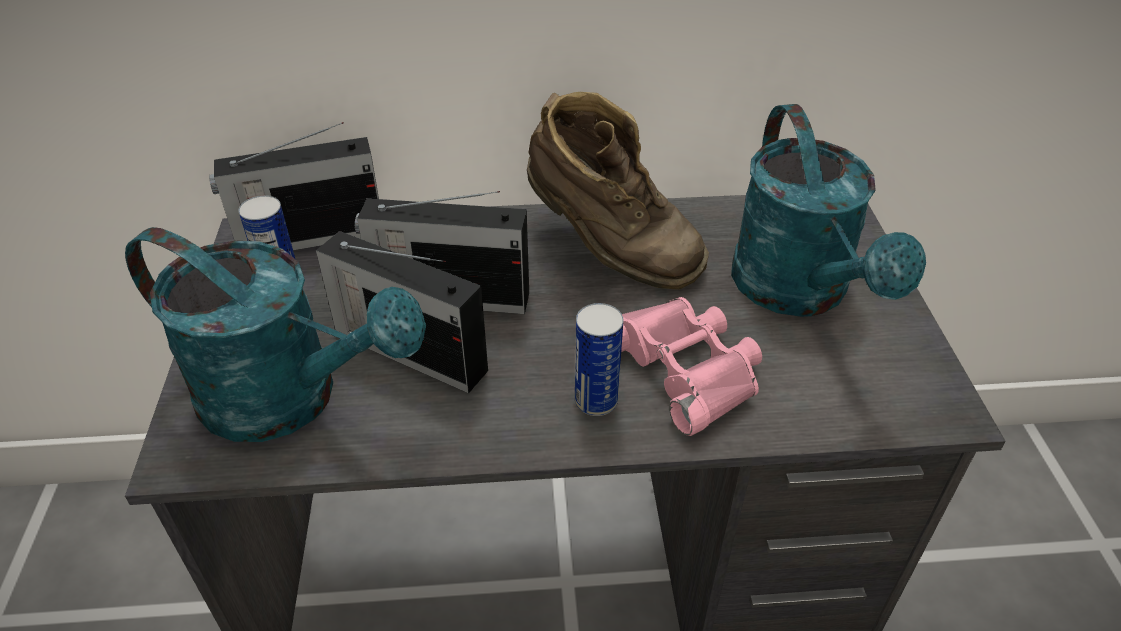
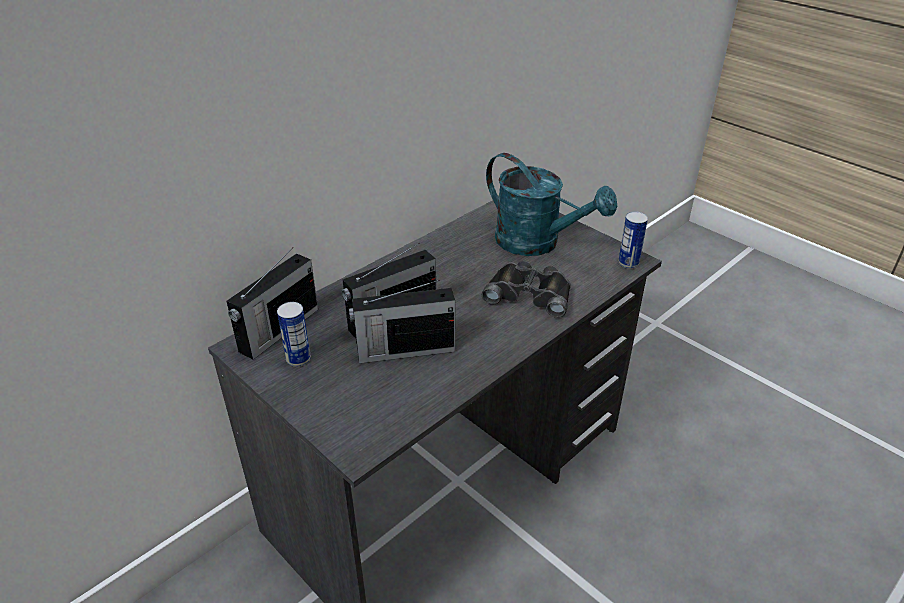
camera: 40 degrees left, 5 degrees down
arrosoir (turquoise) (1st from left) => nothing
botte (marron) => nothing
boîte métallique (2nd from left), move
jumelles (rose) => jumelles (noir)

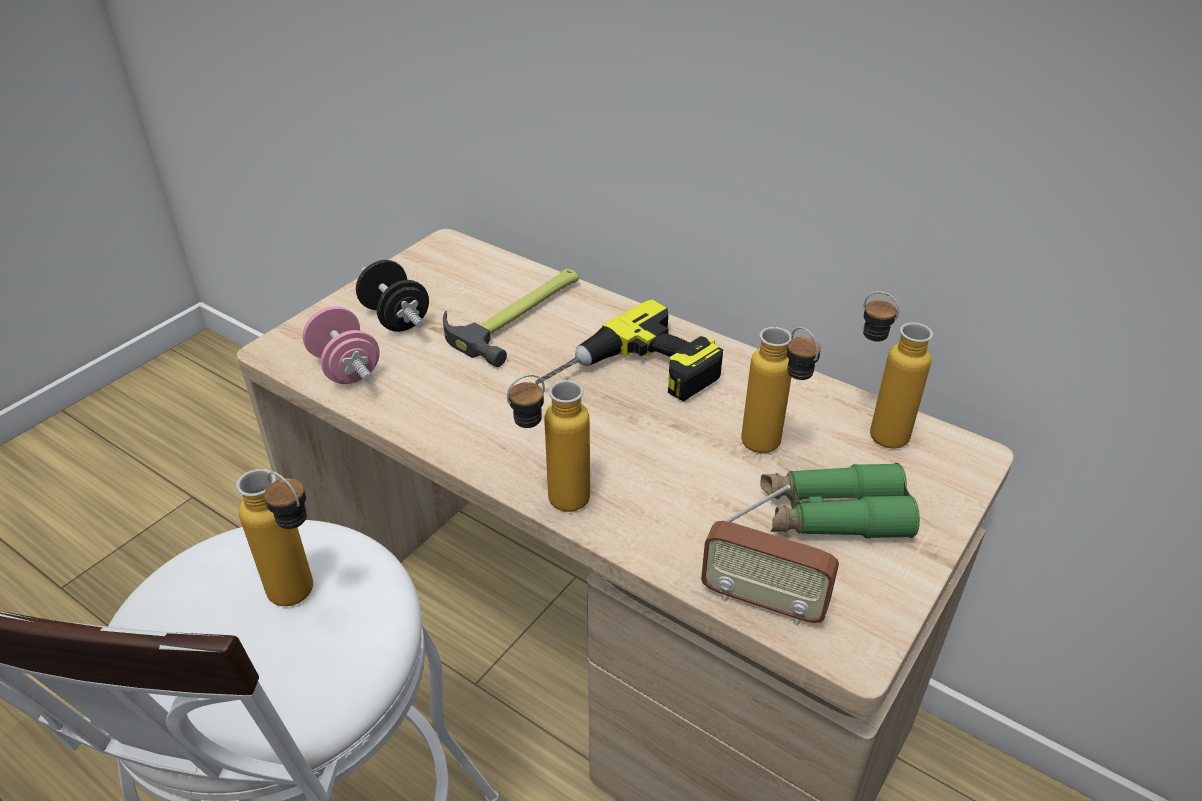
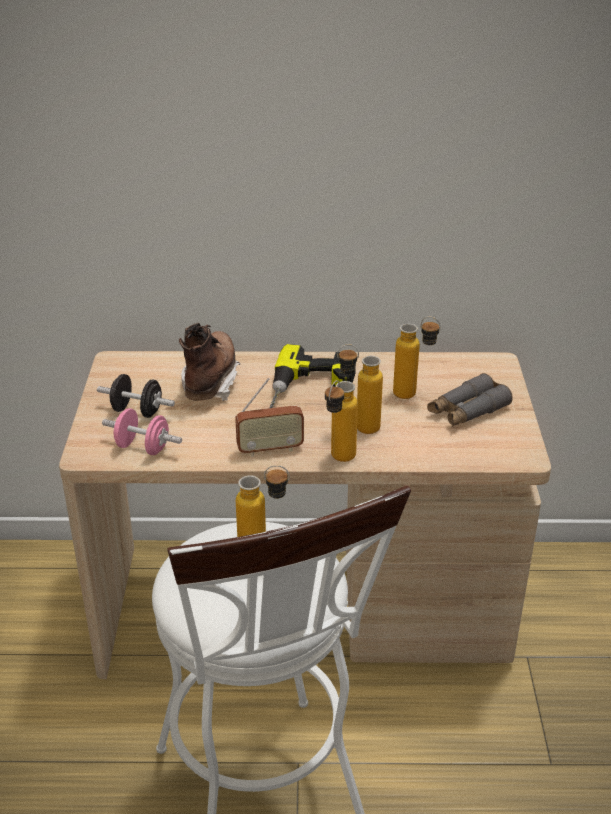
camera: 35 degrees left, 5 degrees down
marteau => botte (marron)
radio, move
jumelles (vert) => jumelles (gris)
bouteille (4th from left in the first image) => bouteille (3rd from left), move

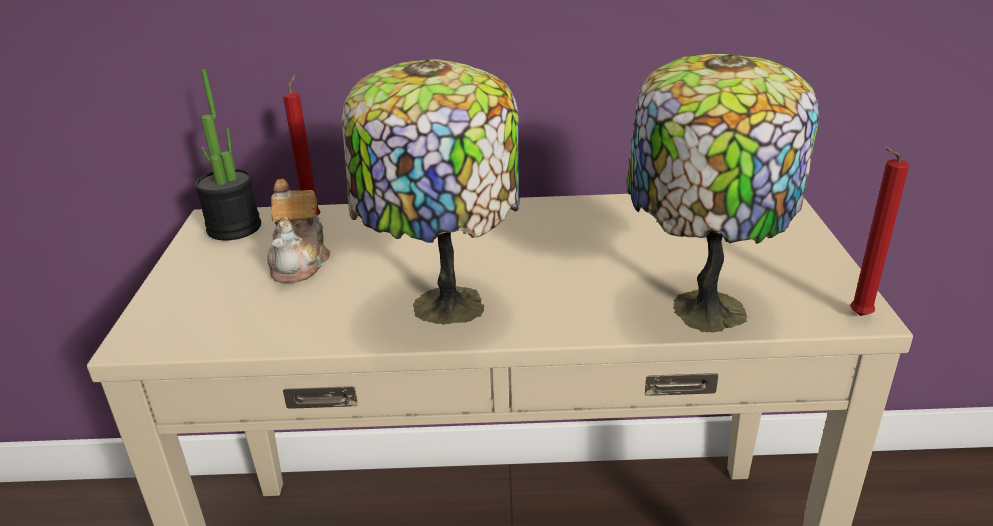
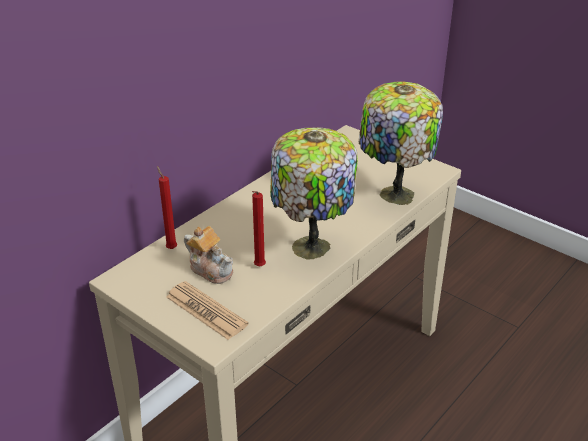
camera: 50 degrees left, 5 degrees up
plante en pot => nothing
bougie (rouge) (2nd from left), move
nothing => journal

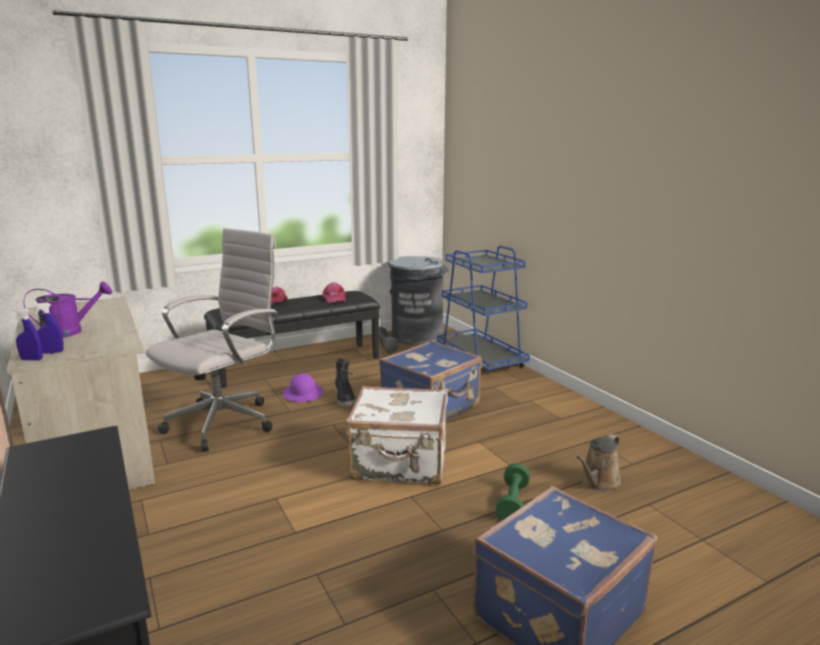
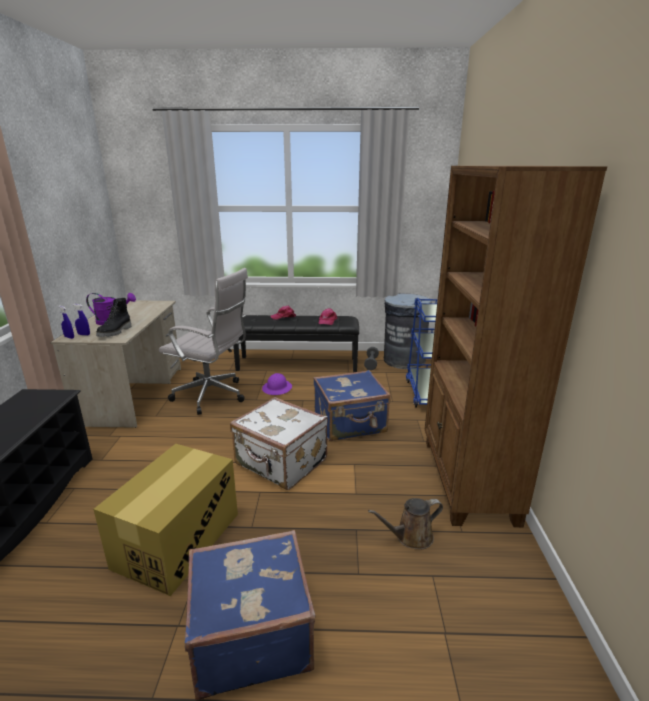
camera: 30 degrees right, 5 degrees up
chaise de bureau (blanc), 45 degrees clockwise
botte (noir), move
haltère (vert) => nothing
nothing => carton
nothing => bibliothèque (marron)

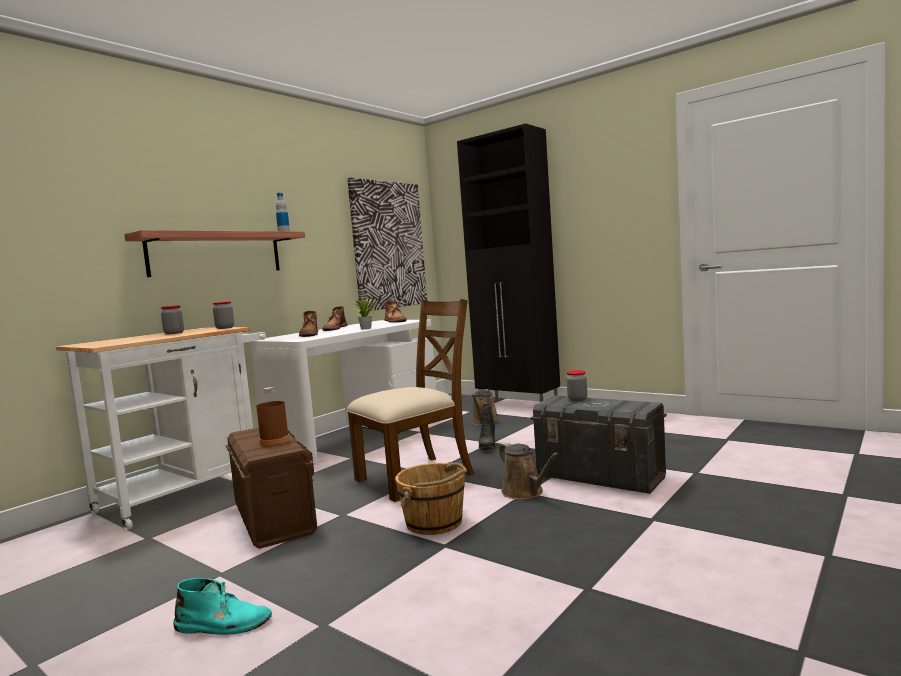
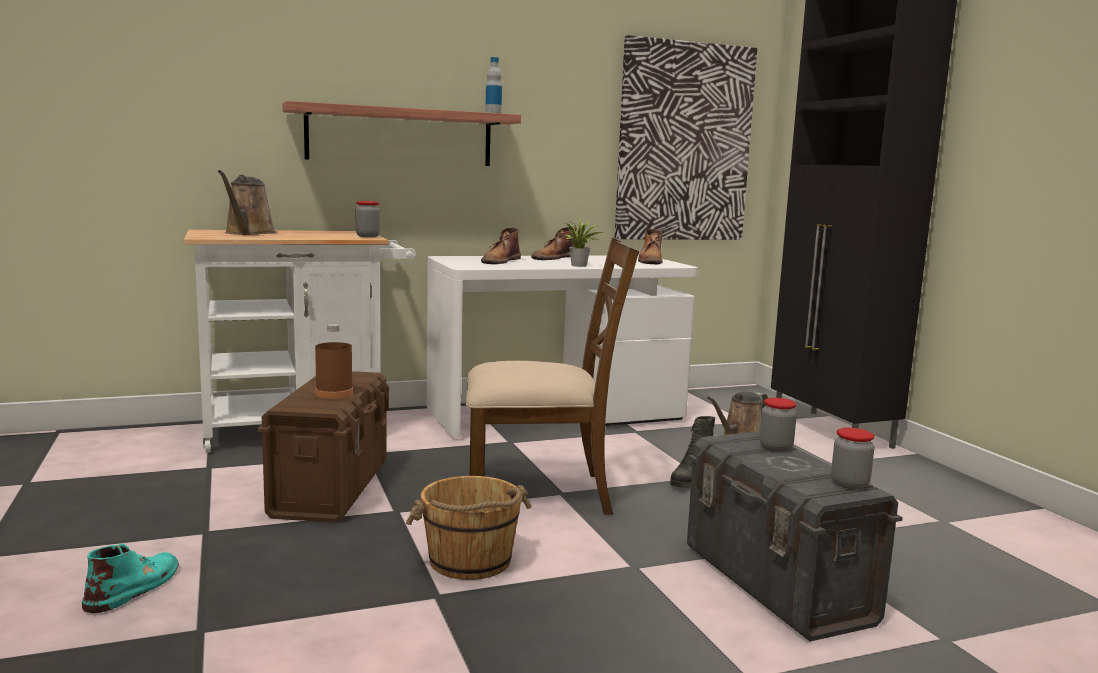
camera: 30 degrees right, 5 degrees up
bocal (1st from left in the first image) => bocal (3rd from left), move
botte (turquoise), 105 degrees counterclockwise
arrosoir (marron) (2nd from left in the first image) => arrosoir (marron) (1st from left), move

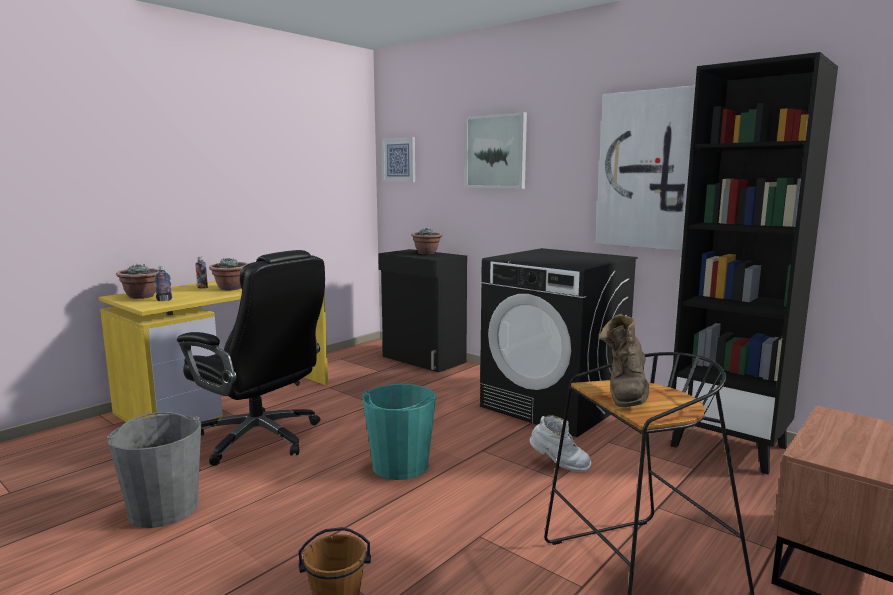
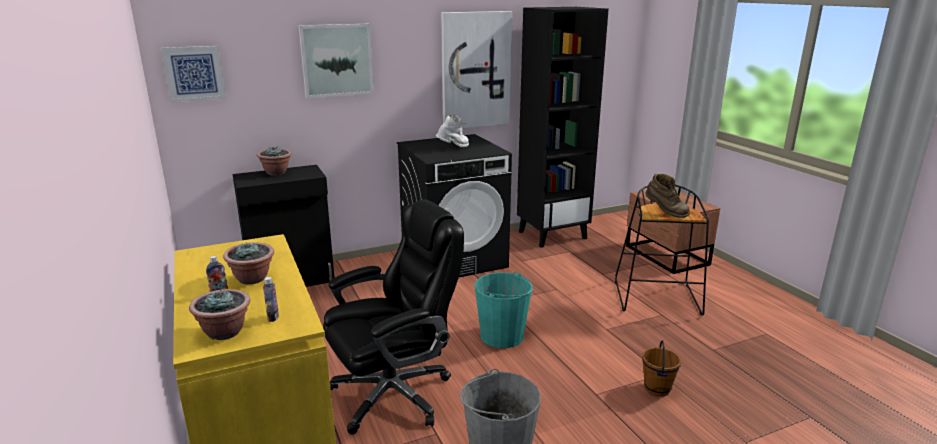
camera: 65 degrees left, 10 degrees up
botte (blanc), move

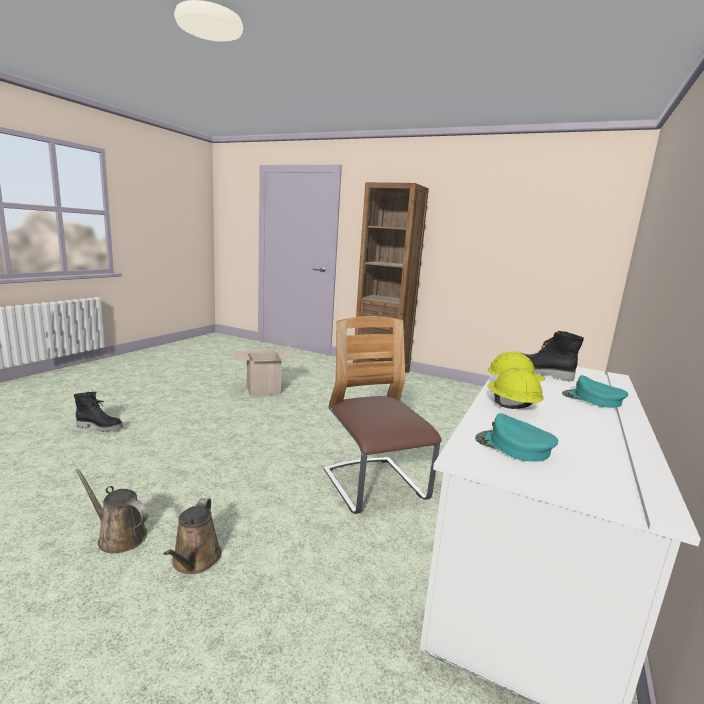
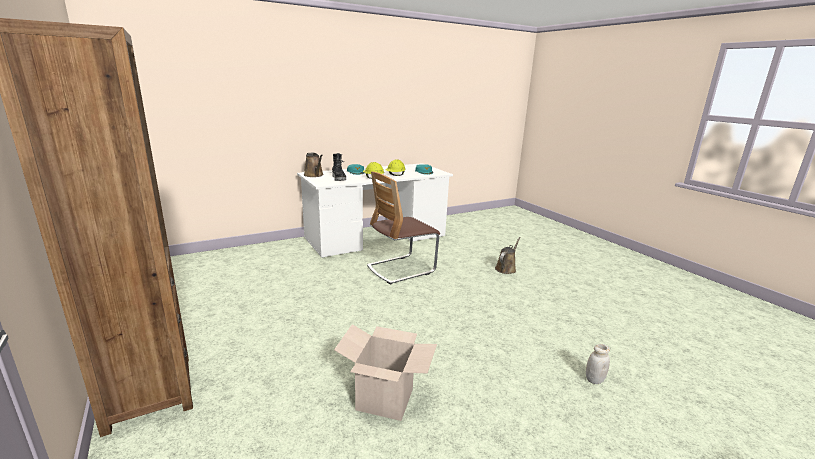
camera: 145 degrees left, 5 degrees up
botte (noir) (1st from left) => bocal (blanc)
arrosoir (marron) (1st from left), move
chaise, 45 degrees clockwise

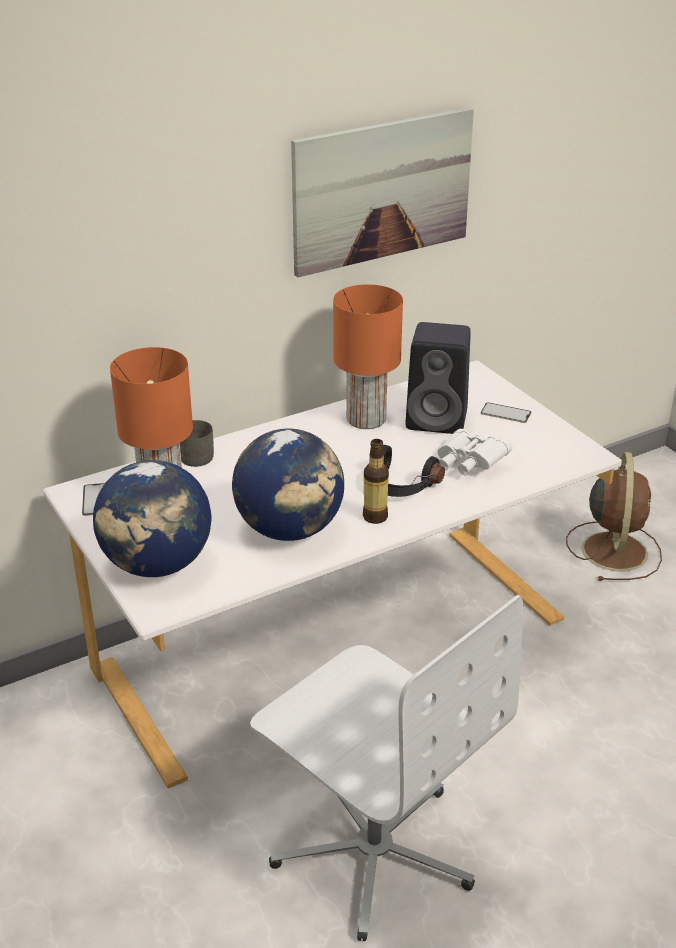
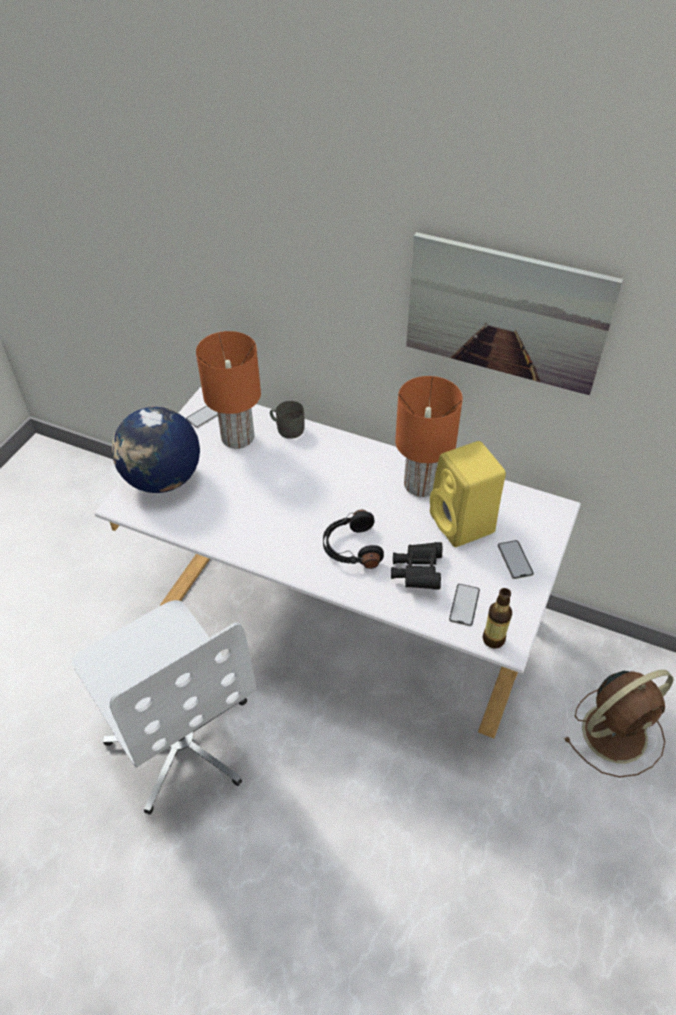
camera: 55 degrees right, 15 degrees up
globe (2nd from left) => nothing
chaise de bureau (blanc), 45 degrees counterclockwise
bouteille, move
enceinte (noir) => enceinte (jaune)
jumelles (blanc) => jumelles (noir)
nothing => téléphone (2nd from left)

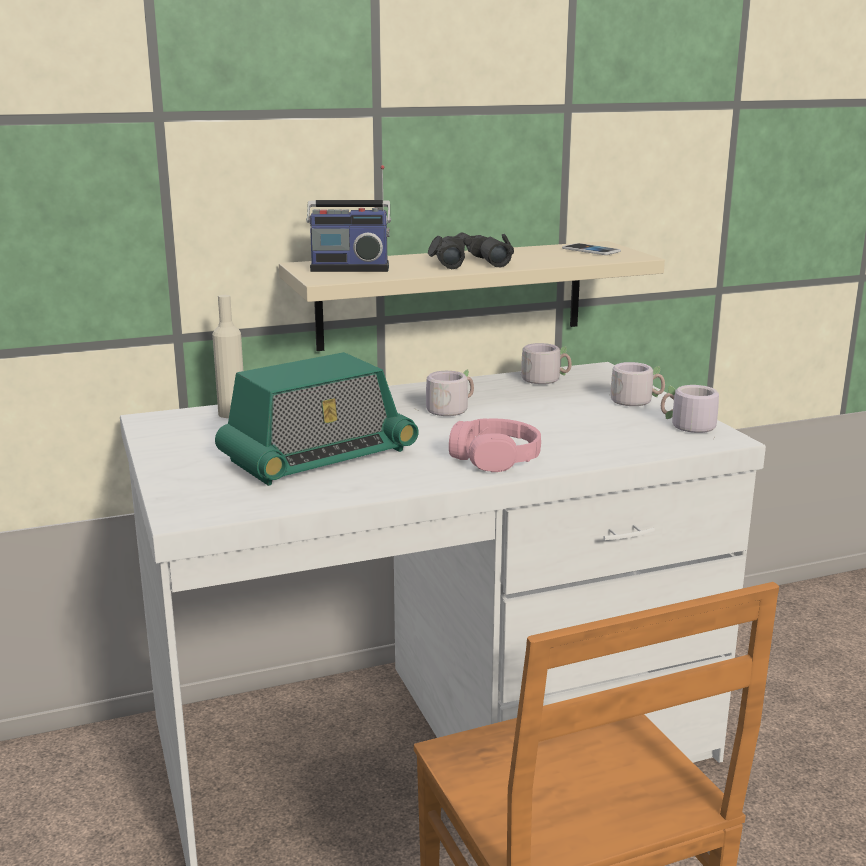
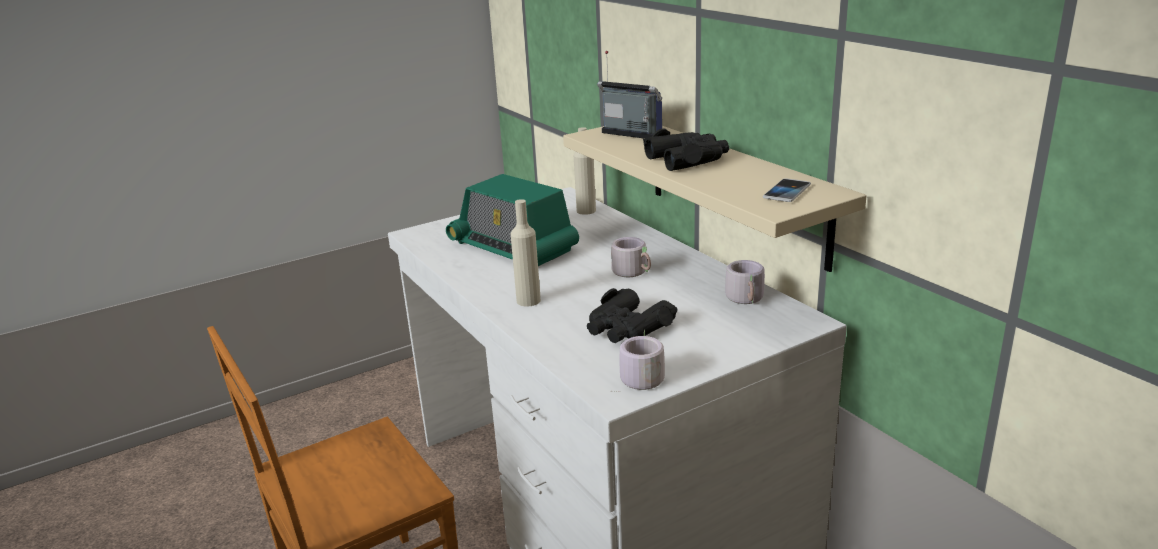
camera: 80 degrees right, 5 degrees up
radio (2nd from left), 135 degrees clockwise
casque audio (rose) => bouteille (beige) (1st from left)
mug (gris) (3rd from left) => nothing
nothing => jumelles (noir) (1st from left)

